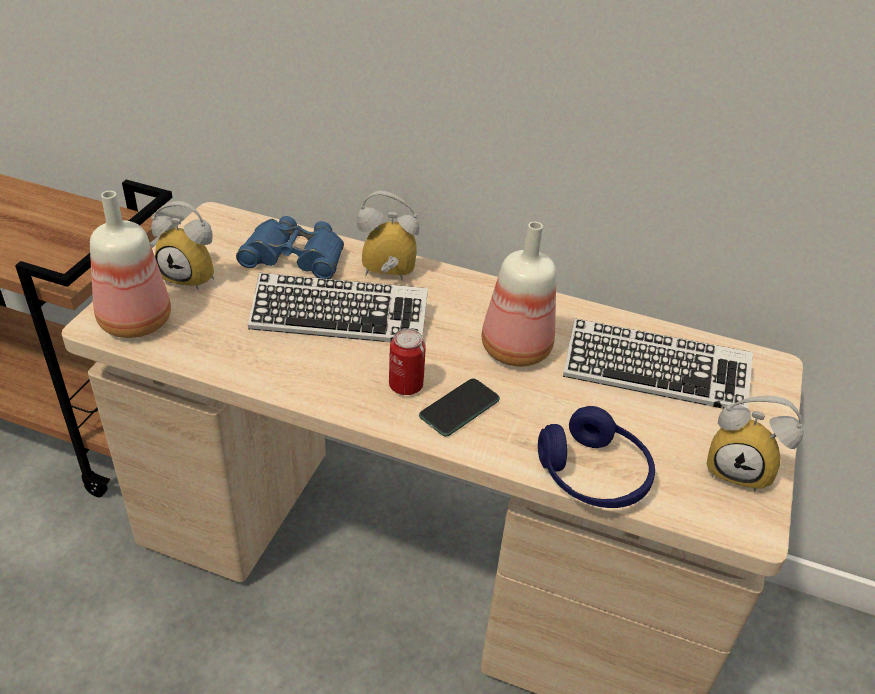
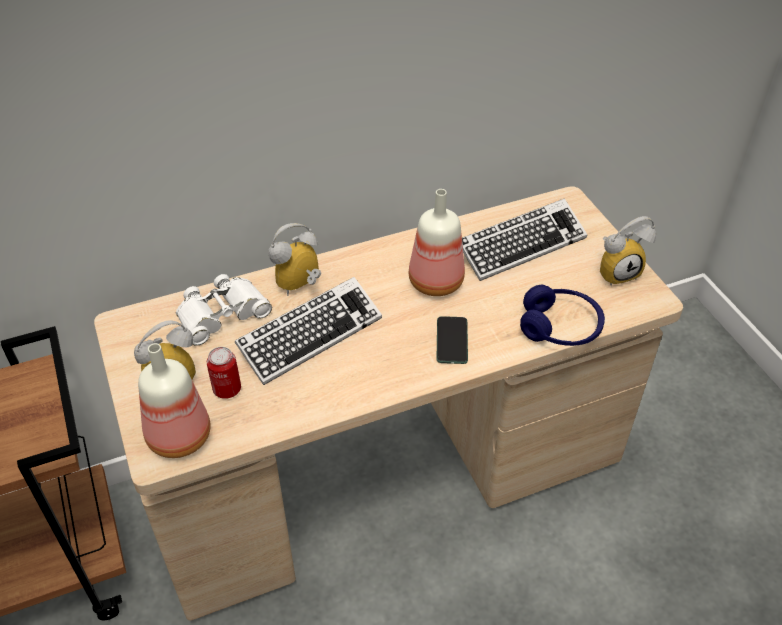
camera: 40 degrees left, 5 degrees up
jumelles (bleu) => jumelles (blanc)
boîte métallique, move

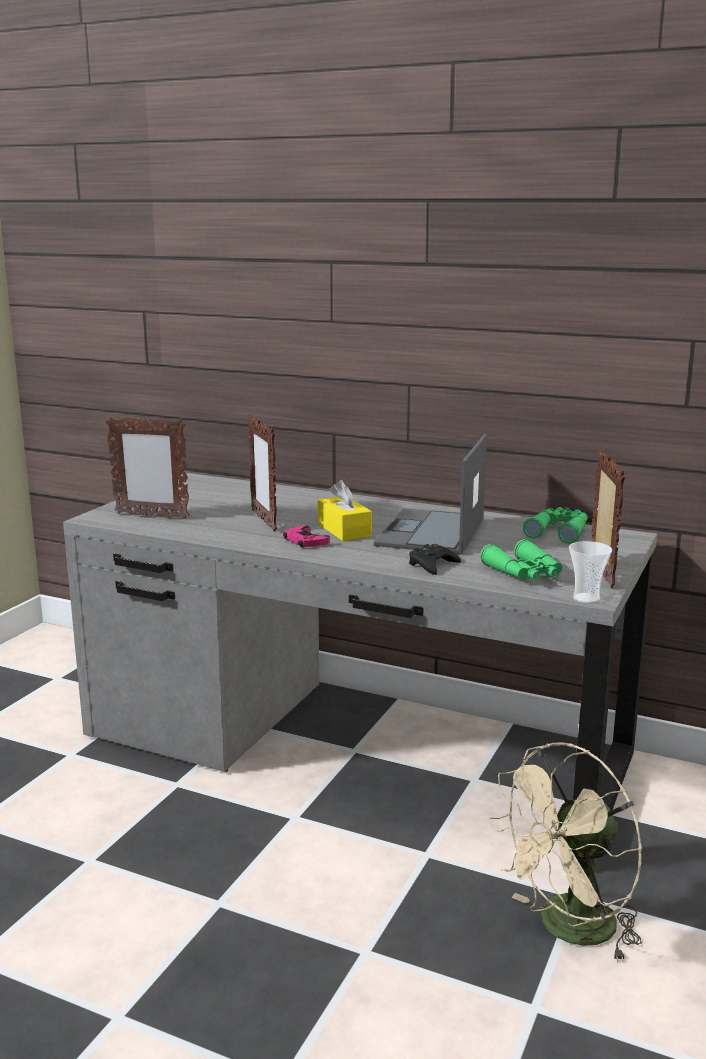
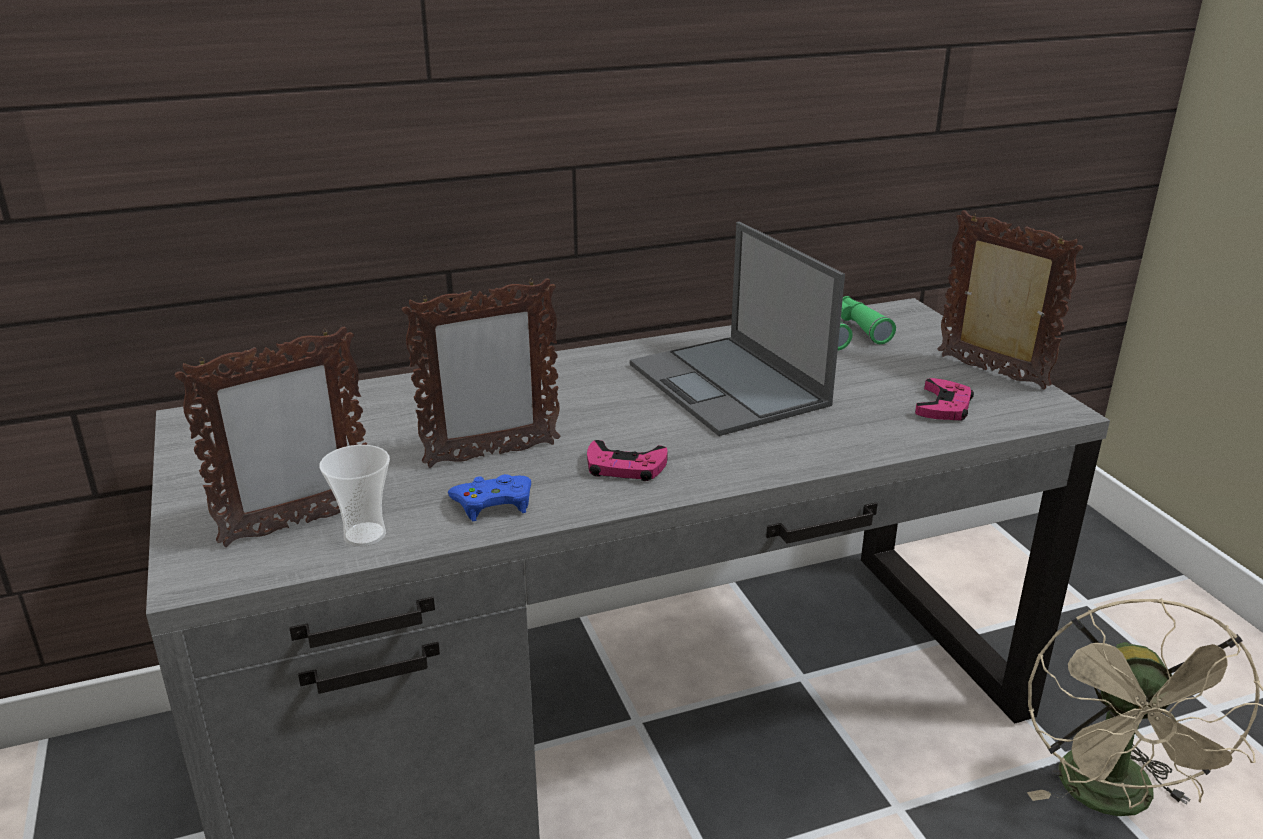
camera: 45 degrees left, 10 degrees up
cadre photo (2nd from left), 45 degrees counterclockwise
boîte à mouchoirs (jaune) => nothing
manette (noir) => nothing
jumelles (vert) (1st from left) => manette (rose) (2nd from left)
tasse, move
nothing => manette (bleu)

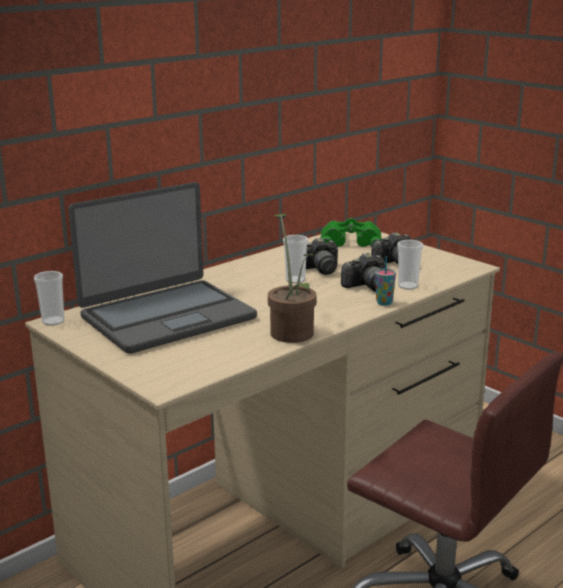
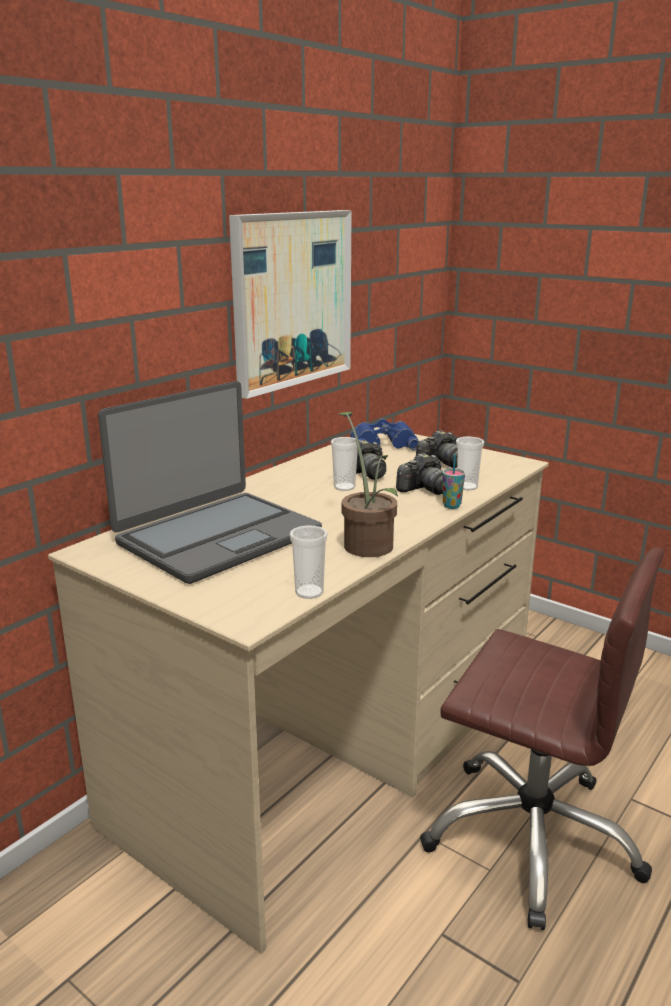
camera: 10 degrees left, 0 degrees up
tasse (1st from left), move
jumelles (vert) => jumelles (bleu)
nothing => tableau

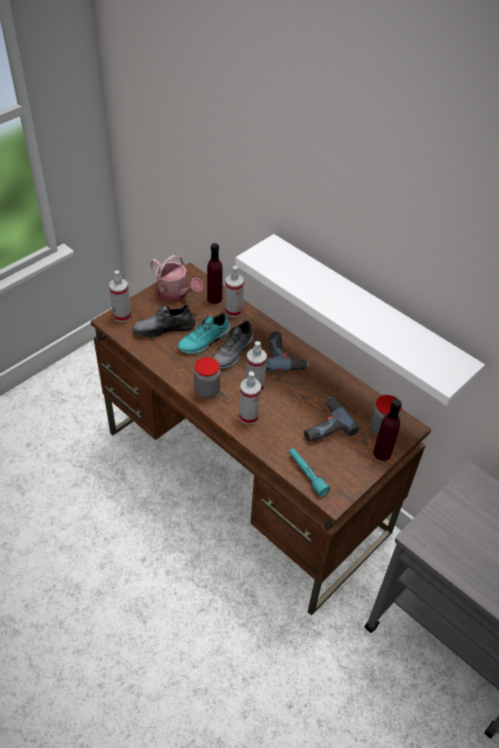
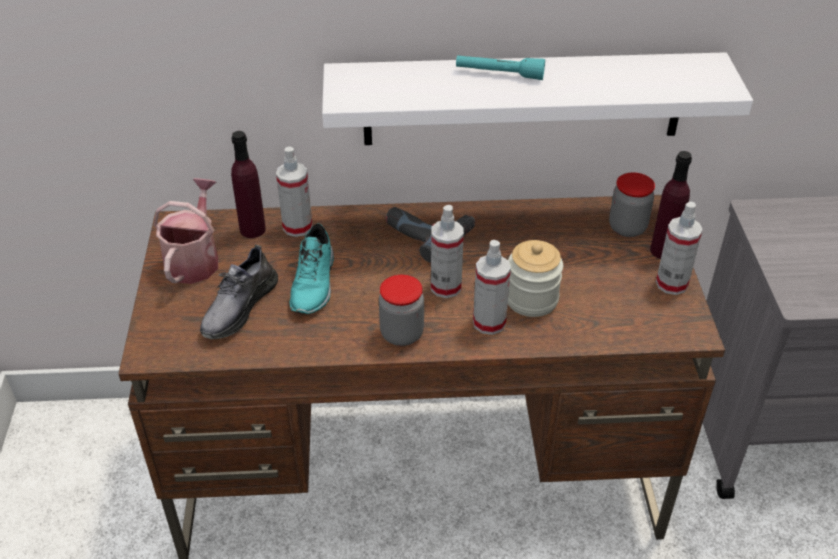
camera: 45 degrees left, 5 degrees down
vaporisateur (1st from left in the first image) => vaporisateur (4th from left), move
arrosoir, 75 degrees counterclockwise
chaussure (gris) (2nd from left) => nothing
lampe de poche (turquoise), move
perceuse (2nd from left) => nothing
nothing => bocal (2nd from left)

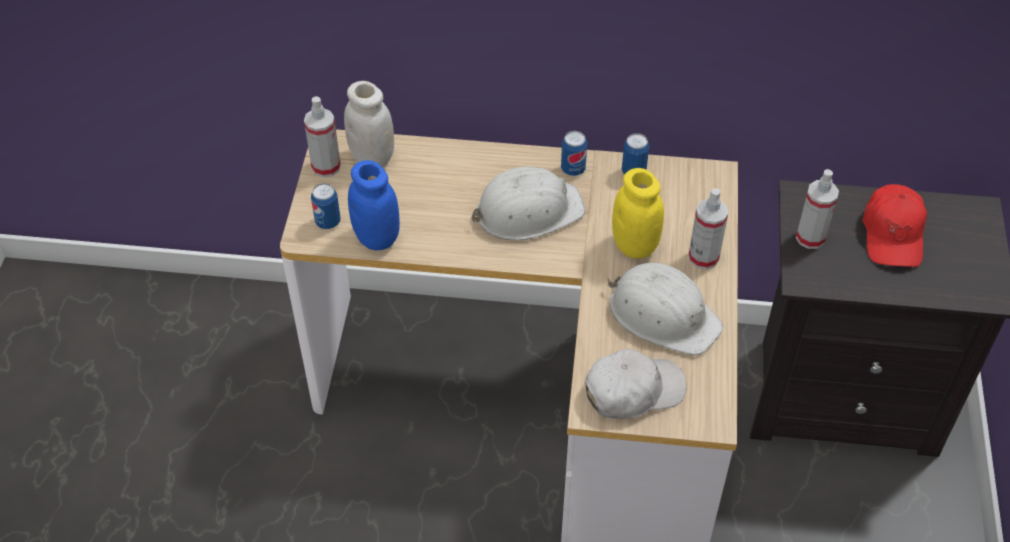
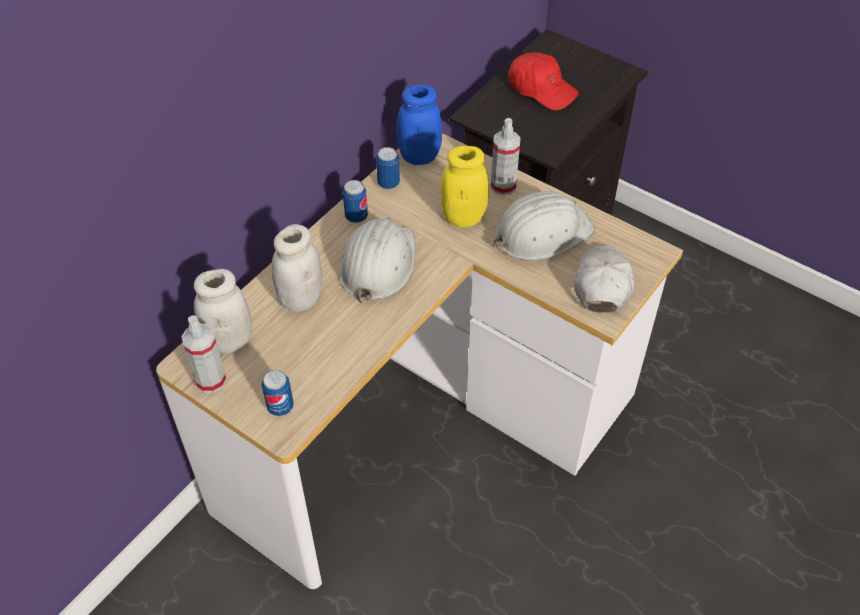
camera: 60 degrees left, 0 degrees up
bocal (bleu), move
vaporisateur (3rd from left) => nothing
nothing => bocal (blanc) (2nd from left)

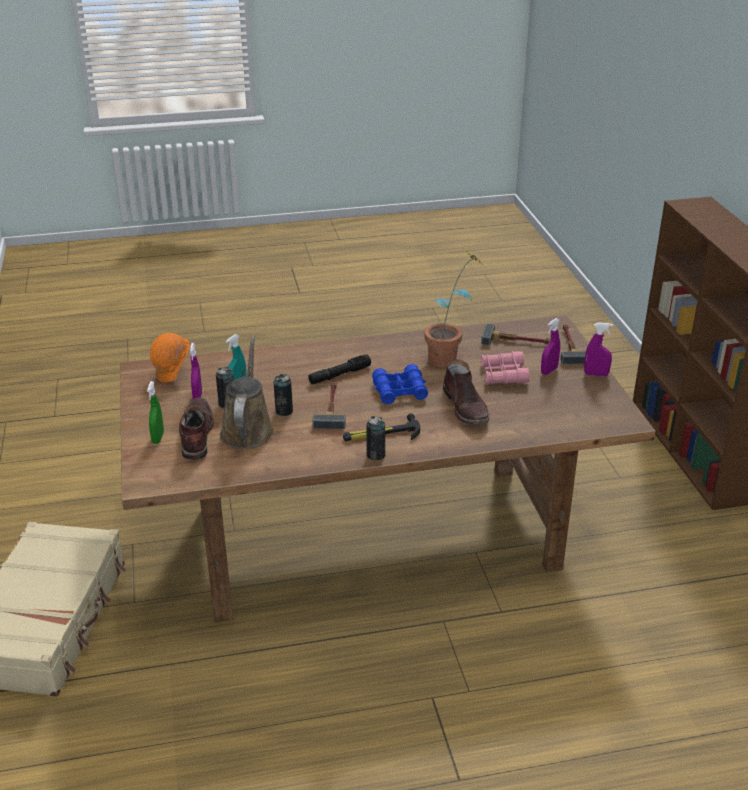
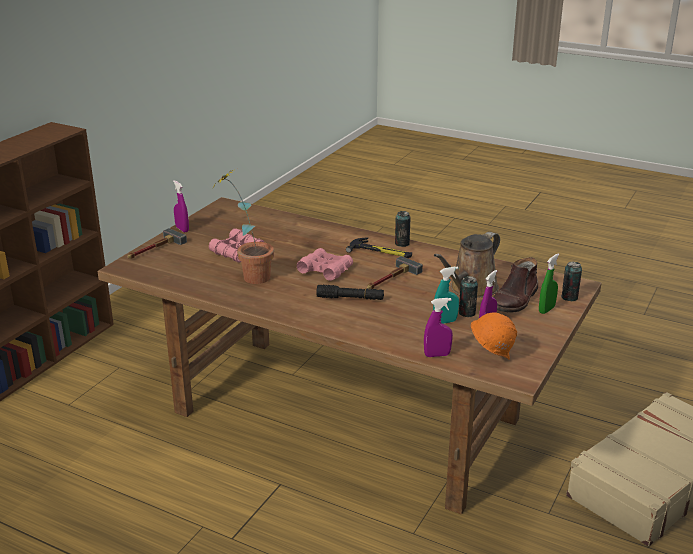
camera: 140 degrees left, 5 degrees down
boîte métallique (2nd from left in the first image) => boîte métallique (3rd from left), move
jumelles (bleu) => jumelles (rose) (2nd from left)
botte (marron) (2nd from left) => nothing
marteau (3rd from left) => nothing
vaporisateur (violet) (2nd from left), move

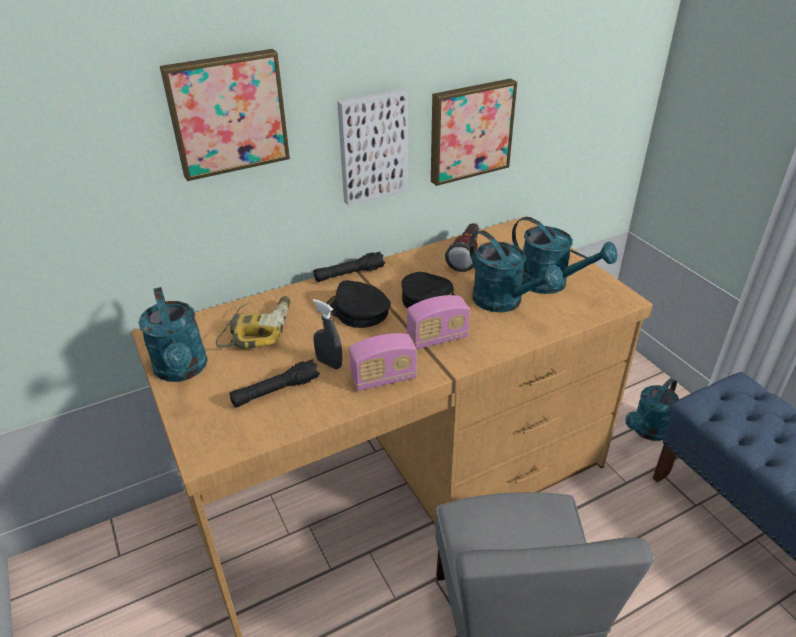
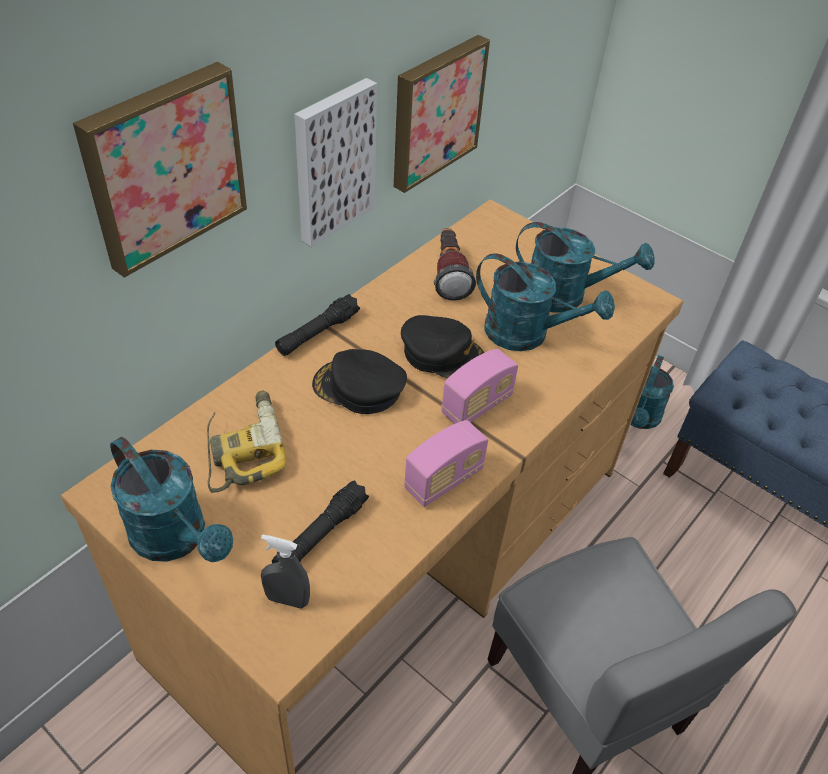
camera: 25 degrees left, 10 degrees up
vaporisateur (gris), move

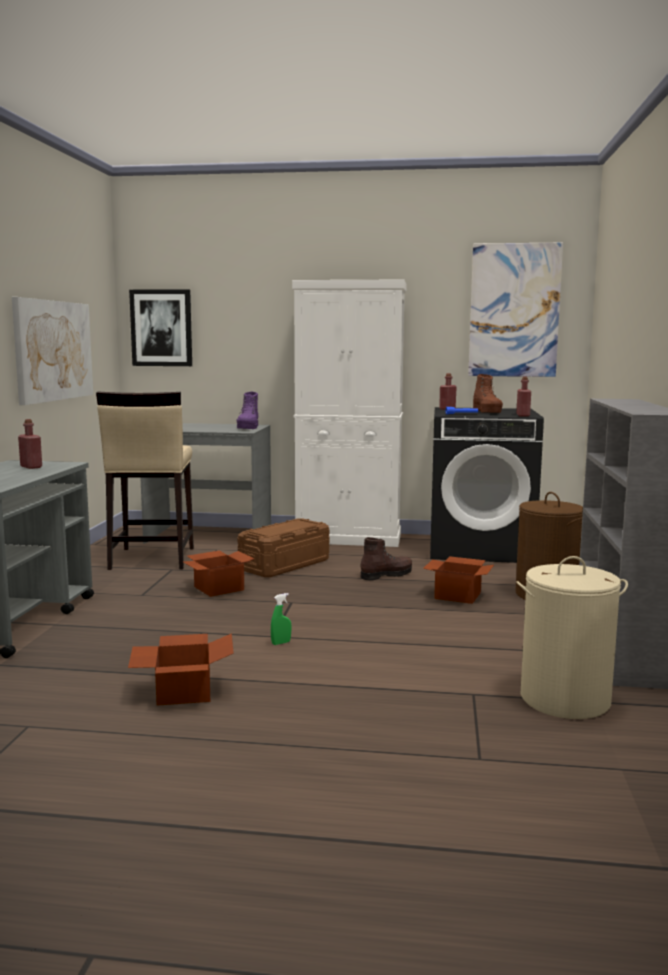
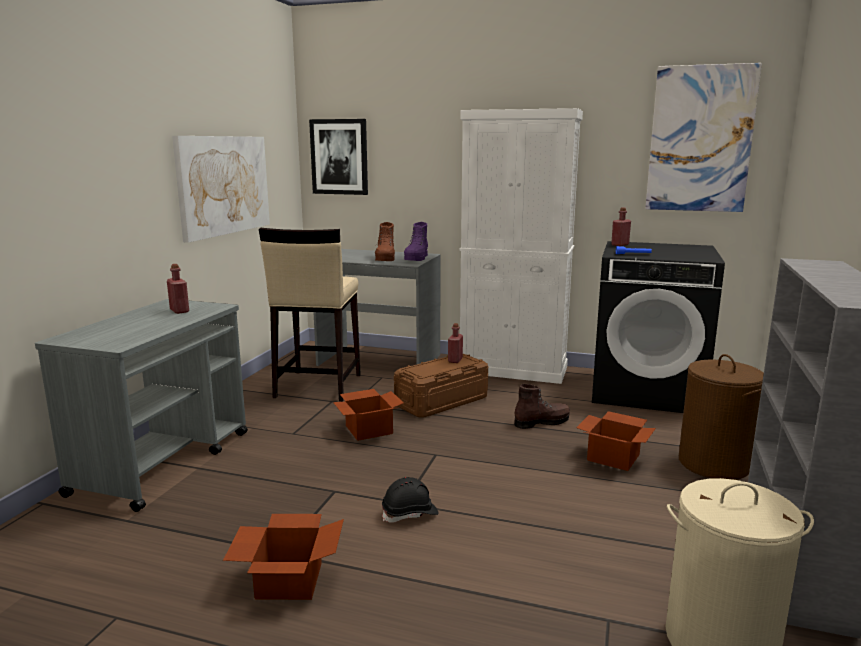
camera: 10 degrees right, 5 degrees up
vaporisateur (vert) => casque de chantier (noir)
botte (marron) (2nd from left in the first image) => botte (marron) (1st from left), move
bouteille (rouge) (3rd from left in the first image) => bouteille (rouge) (2nd from left), move

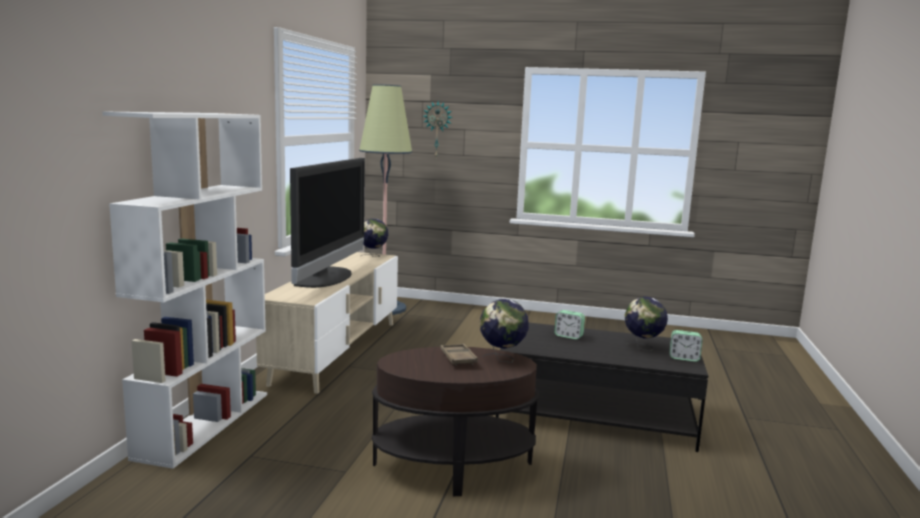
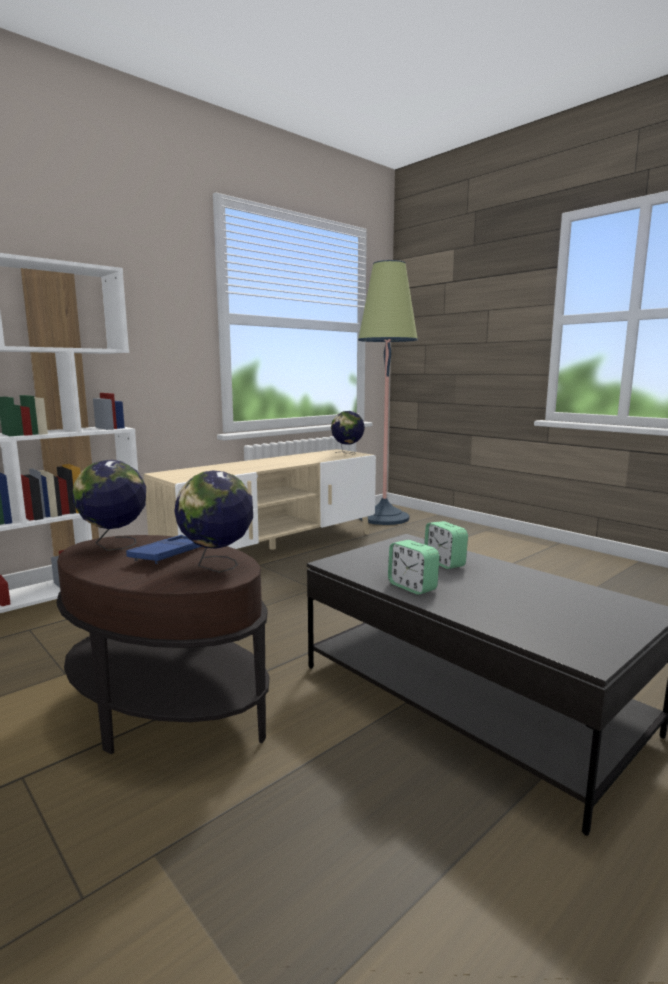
camera: 35 degrees right, 0 degrees up
téléviseur => nothing
horloge murale => nothing
plateau (marron) => plateau (bleu)
globe (3rd from left in the first image) => globe (1st from left), move
réveil (2nd from left in the first image) => réveil (1st from left), move

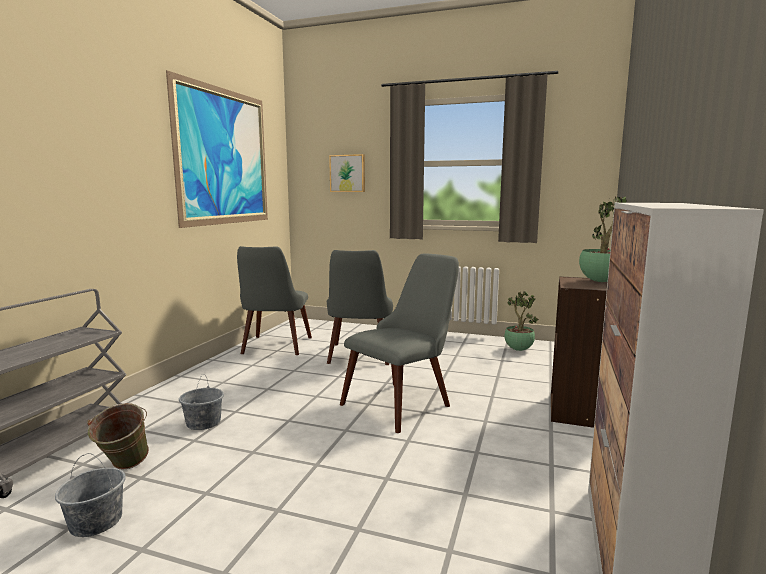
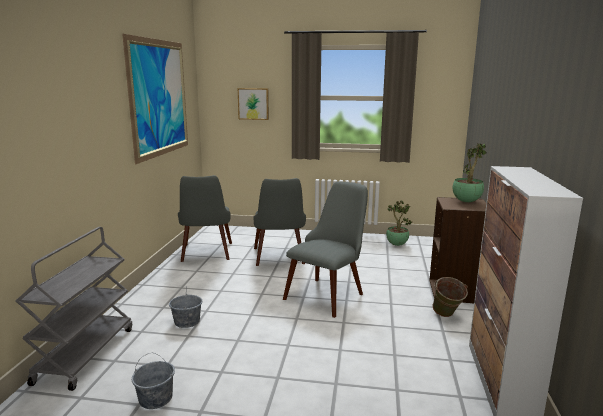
camera: 10 degrees left, 5 degrees up
seau (vert), move

